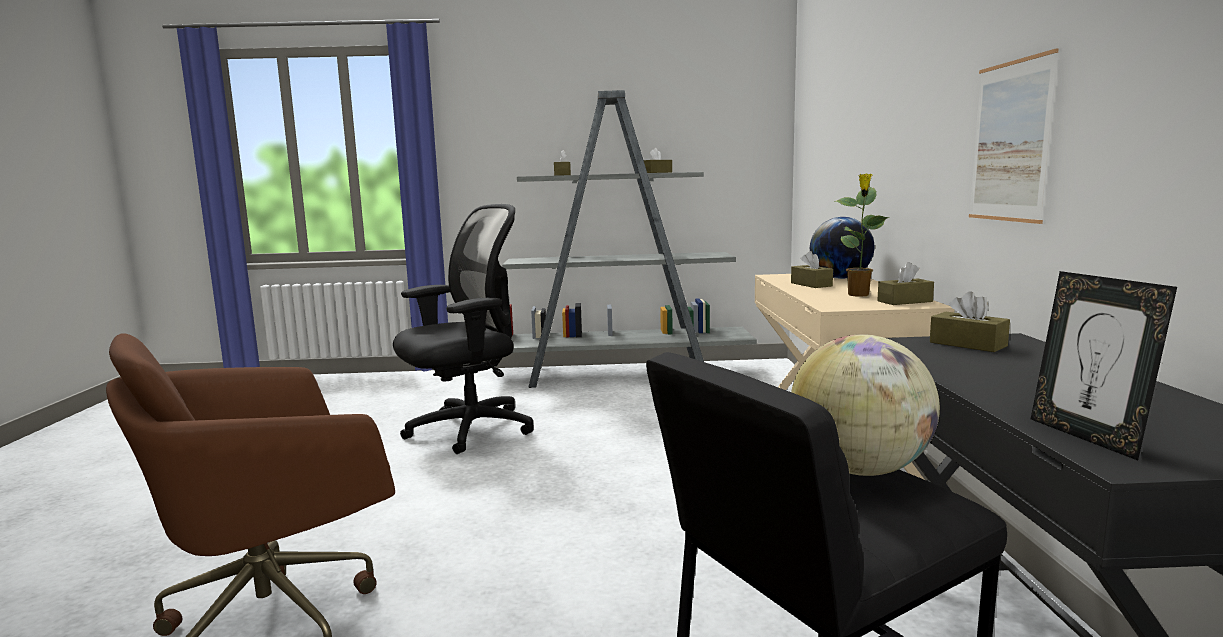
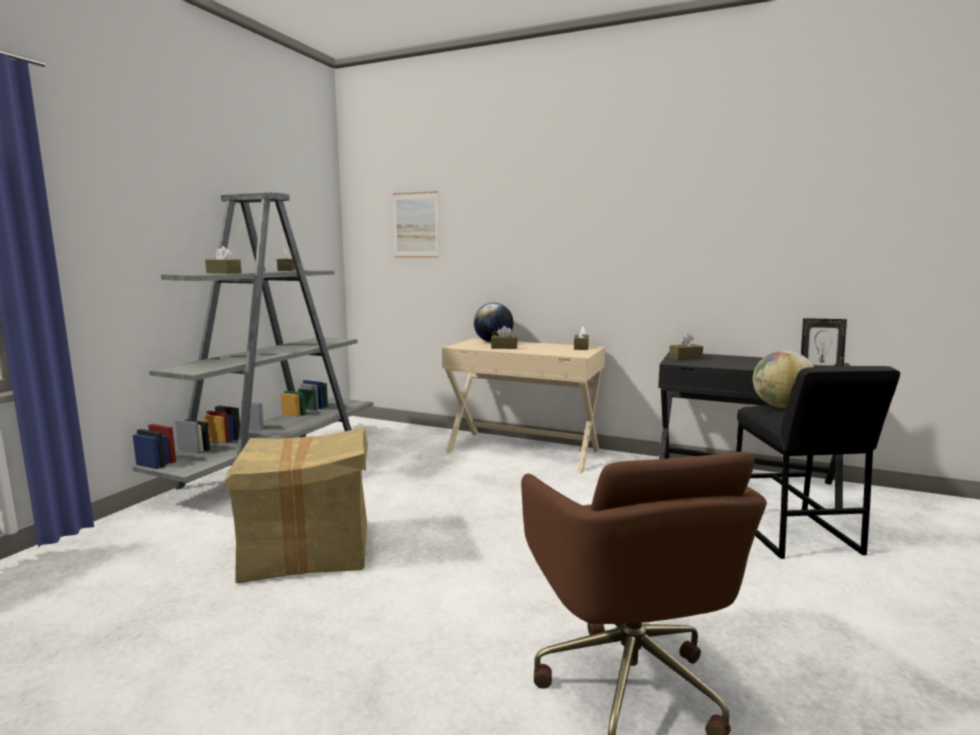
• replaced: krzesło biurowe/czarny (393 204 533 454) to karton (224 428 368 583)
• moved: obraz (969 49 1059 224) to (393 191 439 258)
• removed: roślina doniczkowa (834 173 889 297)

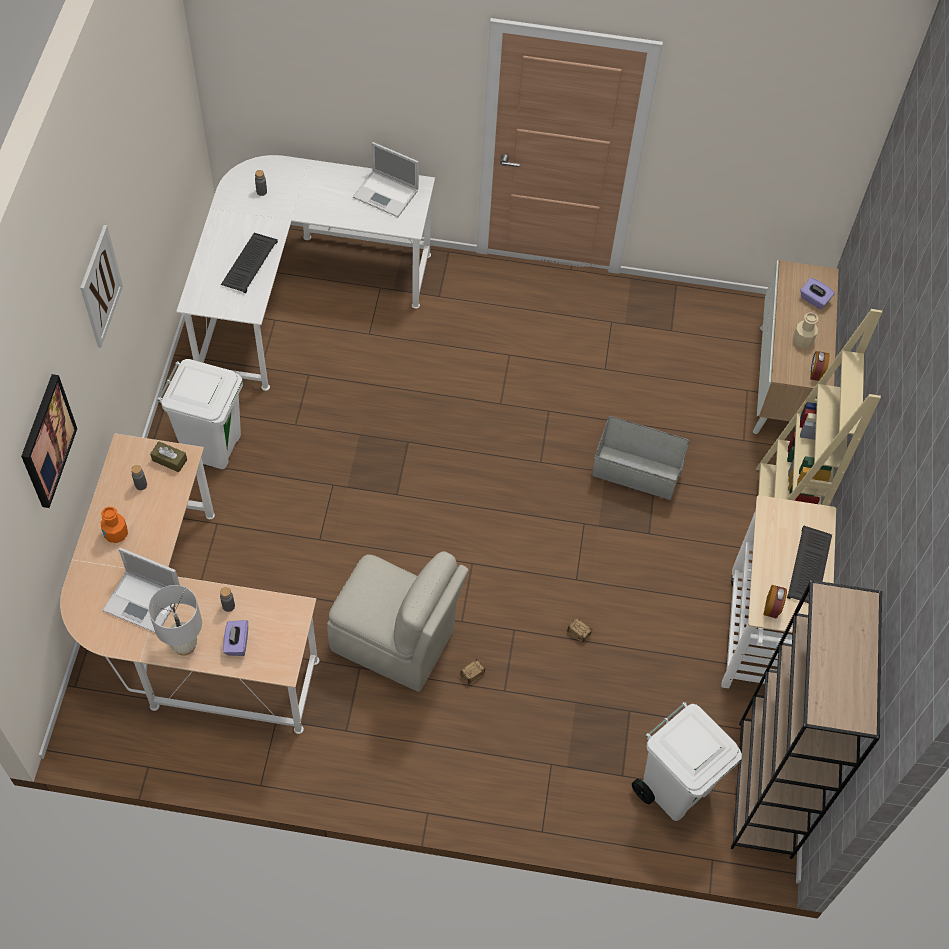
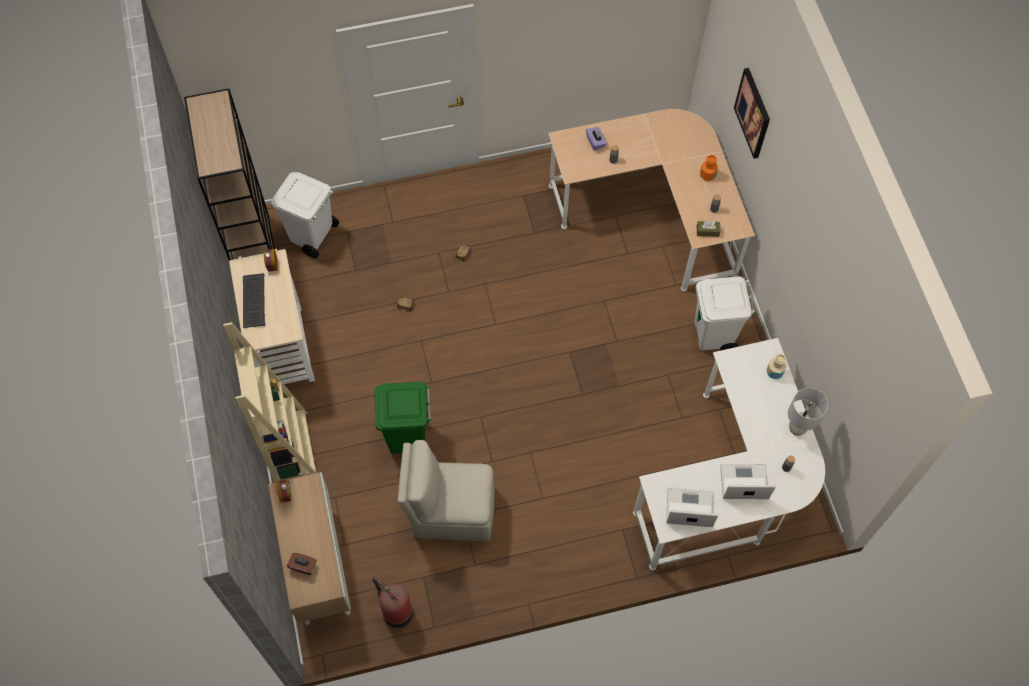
• recoloured: pudełko chusteczek/fioletowy (800 278 835 309) to pudełko chusteczek/brązowy (287 553 317 575)
• added: gaśnica (373 577 413 628)
• replaced: pojemnik do przechowywania/szary (592 416 690 500) to kosz na śmieci/zielony (374 382 431 454)
• moved: krzesło/beżowy (327 551 469 692) to (398 440 494 541)
• moved: laptop (102 548 180 632) to (720 464 776 499)
• moved: butelka/beżowy (793 312 818 348) to (766 354 787 379)
• moved: lampa stołowa/biały (148 585 202 656) to (788 388 828 436)
• removed: obraz (80 225 123 348)
• removed: klawiatura (221 233 278 293)

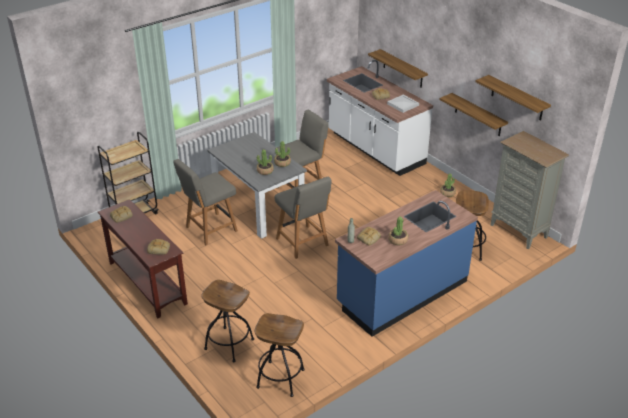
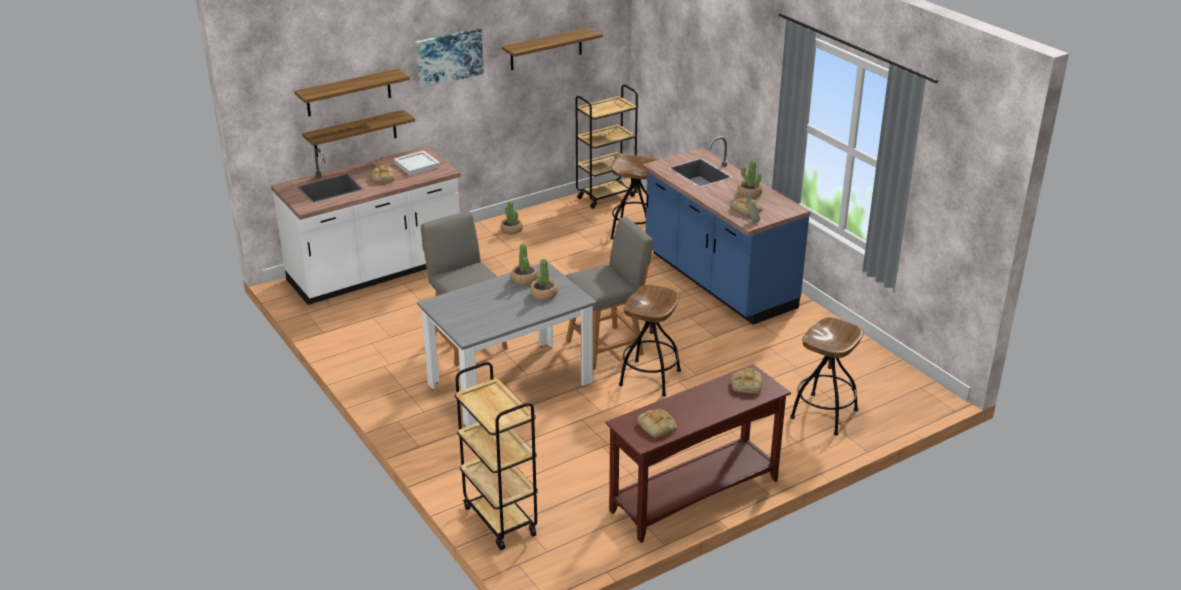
• moved: półka (439 93 508 136) to (294 69 410 116)
• added: obraz (415 28 484 88)
• replaced: komoda/szary (491 131 569 249) to wózek/brązowy (575 84 638 209)
• moved: stołek/brązowy (255 313 305 397) to (619 285 681 396)
• removed: krzesło/szary (173 159 238 245)

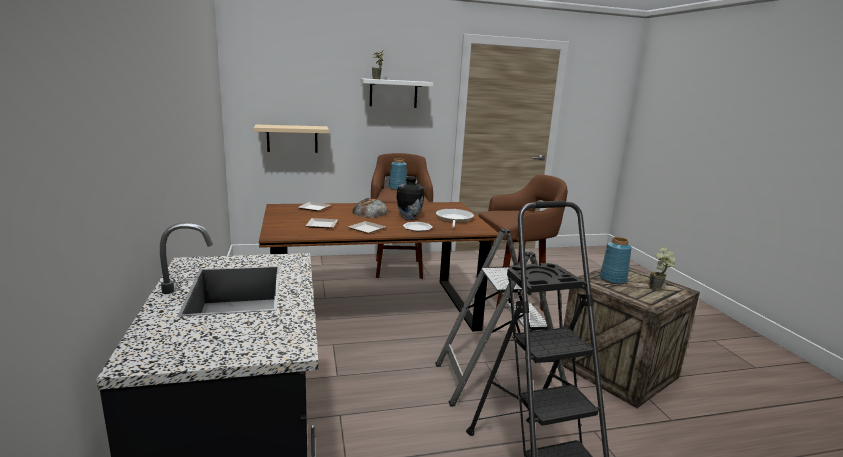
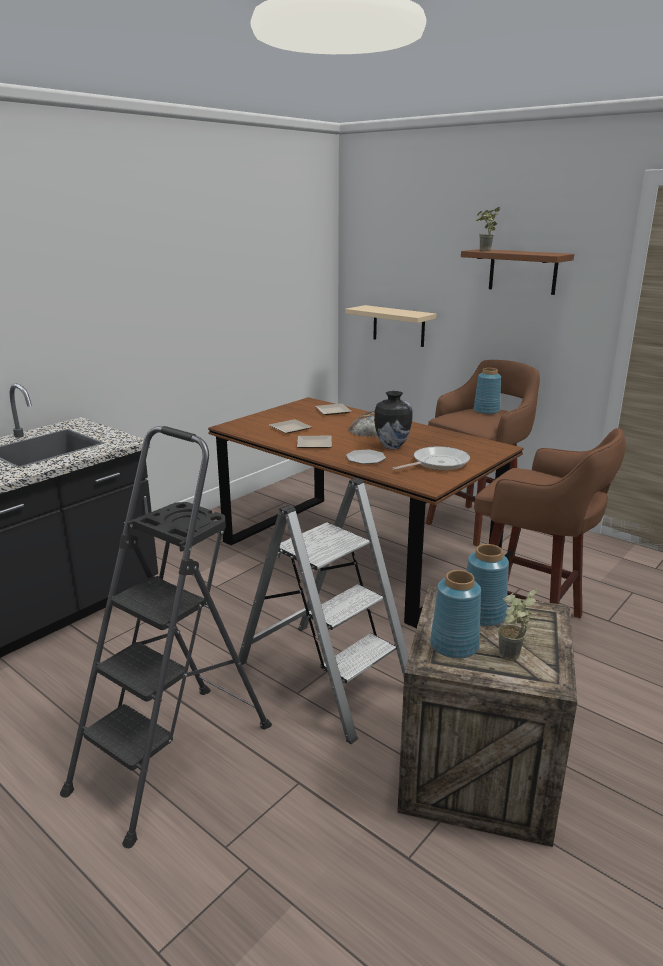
• added: wazon/niebieski (430 570 481 659)
• recoloured: półka/biały (360 78 433 108) to półka/brązowy (461 249 574 295)

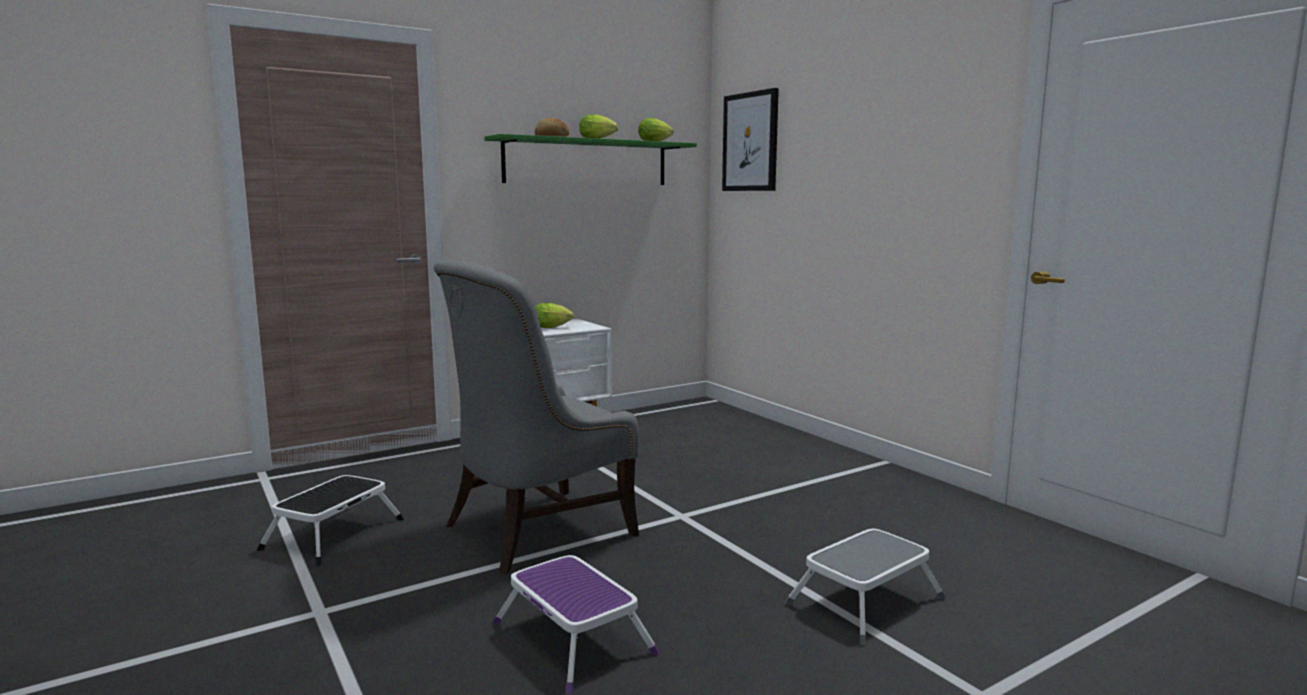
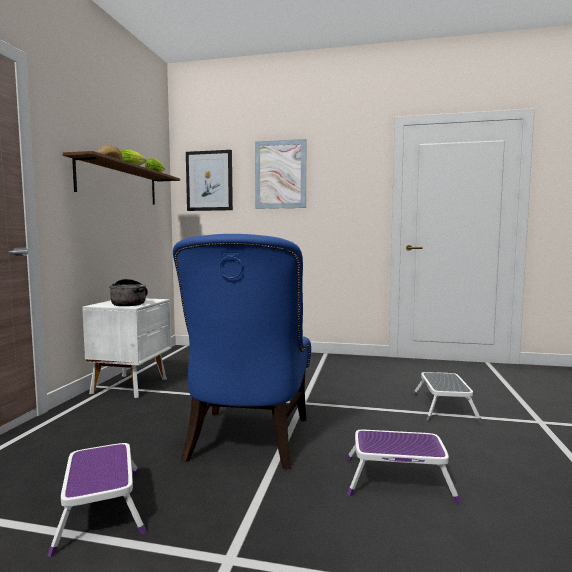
• recoloured: drabinka/czarny (257 475 404 566) to drabinka/fioletowy (47 443 147 557)
• recoloured: półka/zielony (485 134 697 185) to półka/brązowy (63 151 180 205)
• replaced: sałata (535 303 574 328) to garnek (109 279 148 306)
• recoloured: krzesło/szary (434 260 639 575) to krzesło/niebieski (173 234 311 470)
• added: obraz (255 139 306 209)

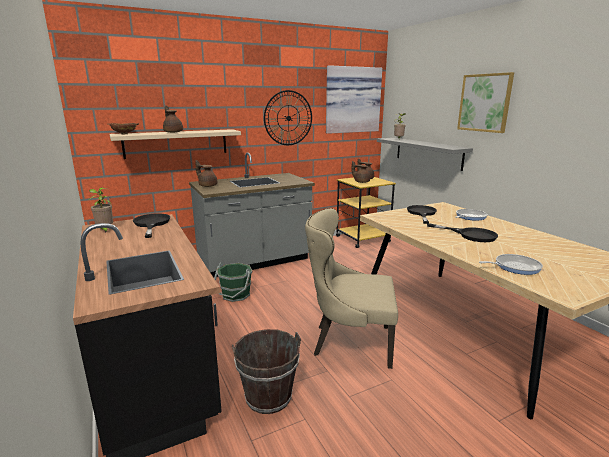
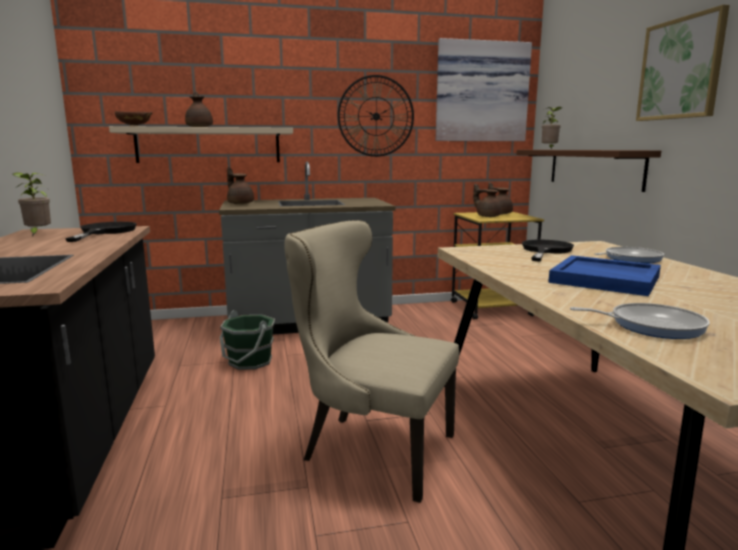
• recoloured: półka/szary (377 138 473 171) to półka/brązowy (517 150 661 192)
• replaced: patelnia/czarny (427 223 498 242) to taca/niebieski (548 255 661 296)
• removed: wiadro/brązowy (232 329 301 414)

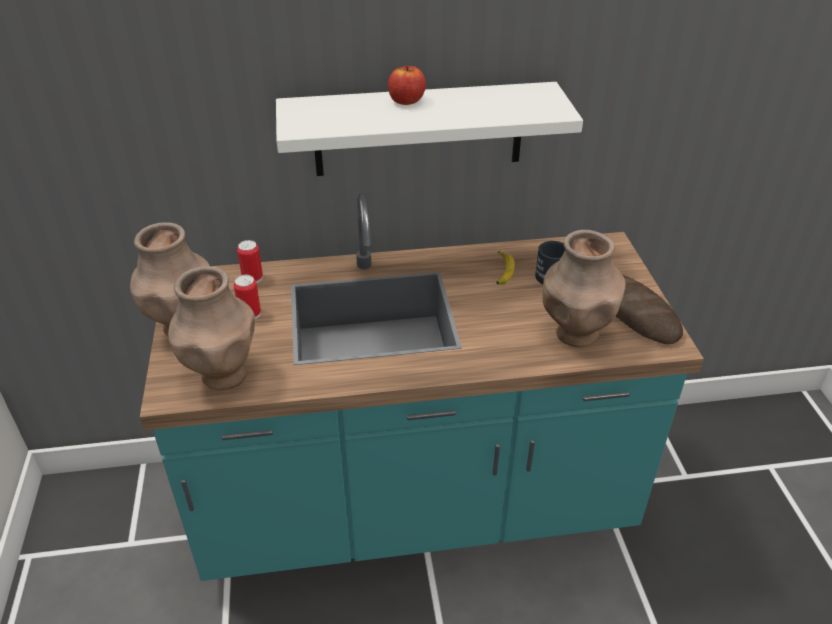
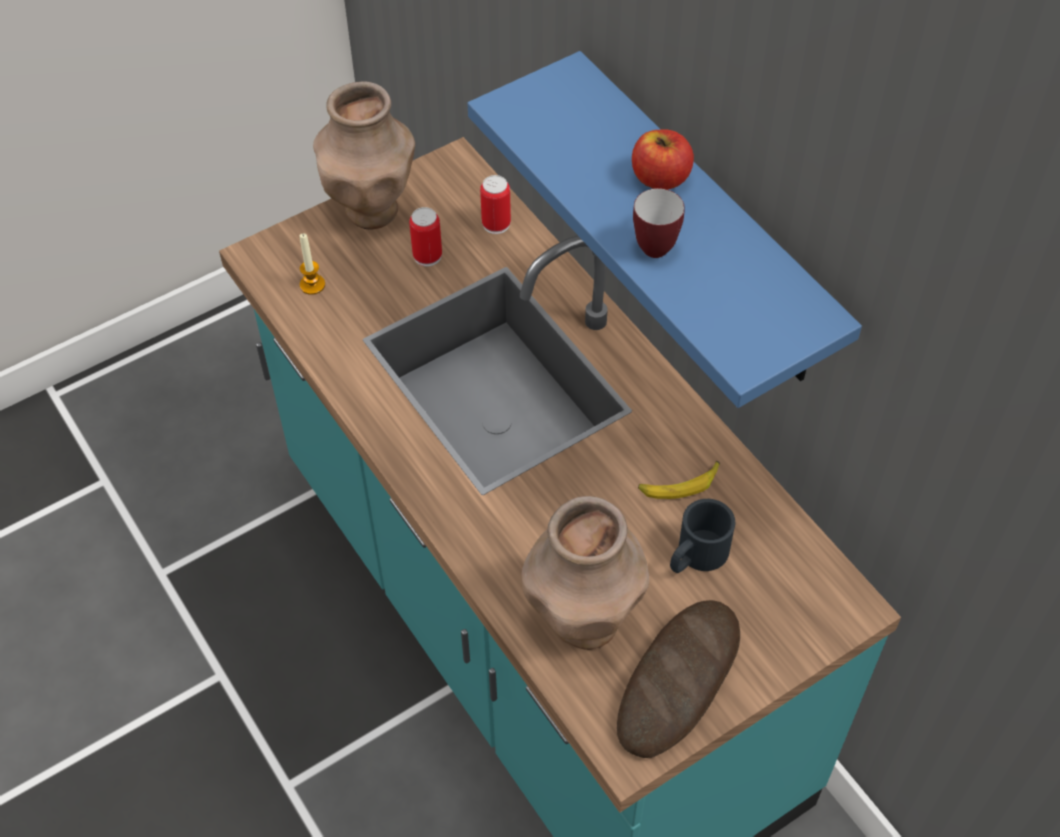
• replaced: wazon/brązowy (168 266 255 390) to świeca (300 233 325 295)
• recoloured: półka/biały (276 82 583 176) to półka/niebieski (467 51 862 408)
• added: kubek (633 188 685 258)

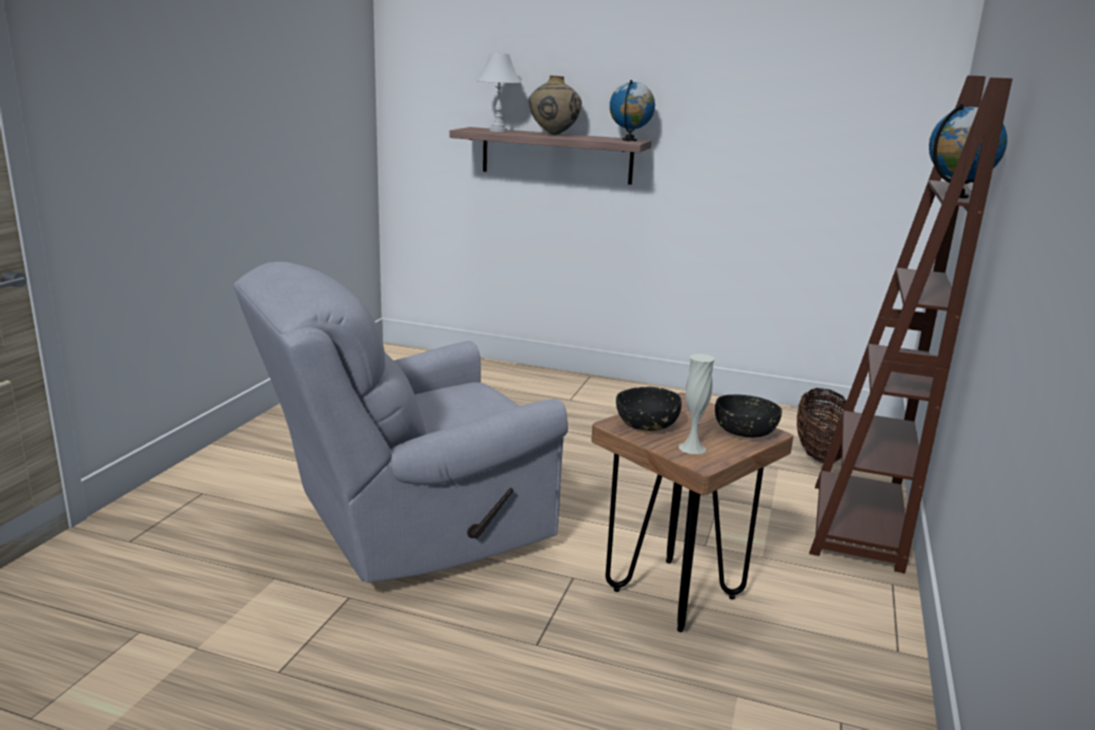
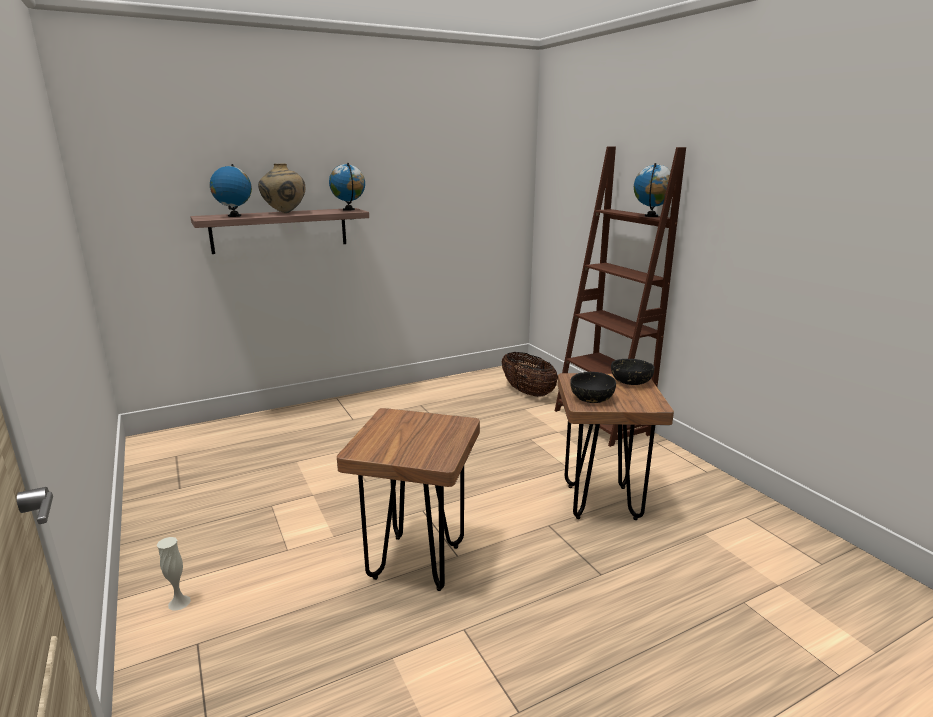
• moved: wazon/biały (679 354 715 454) to (157 537 191 611)
• replaced: lampa stołowa/biały (477 53 522 132) to globus (210 164 252 217)
• replaced: fotel/szary (234 262 568 583) to stołek/brązowy (337 408 480 591)

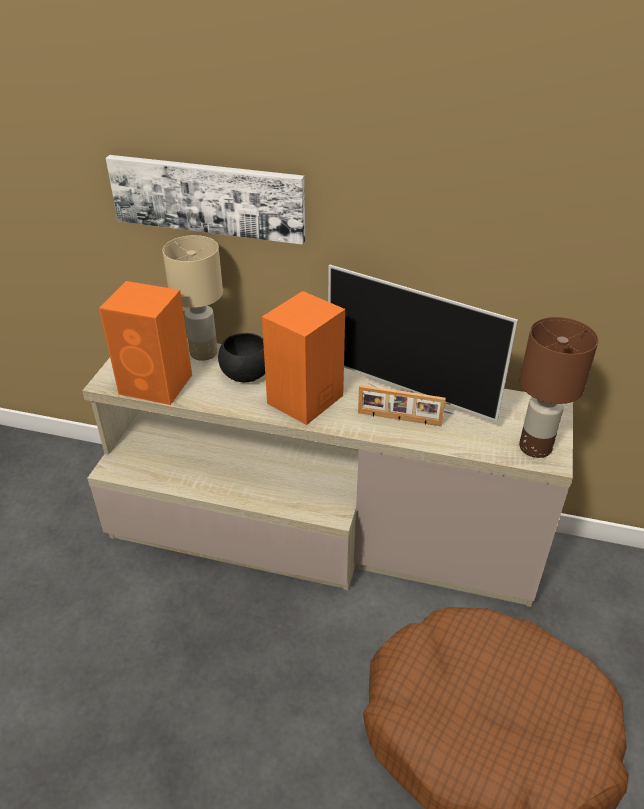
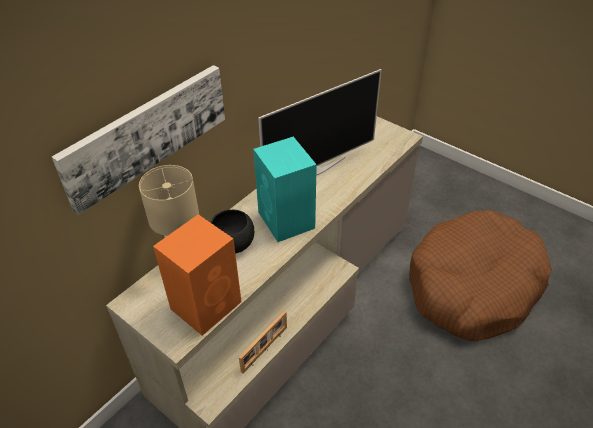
• moved: ramka na zdjęcie (358 385 446 426) to (239 311 287 373)
• recoloured: głośnik/pomarańczowy (262 291 345 425) to głośnik/turkusowy (253 137 317 242)
• removed: lampa stołowa/brązowy (519 317 598 458)

